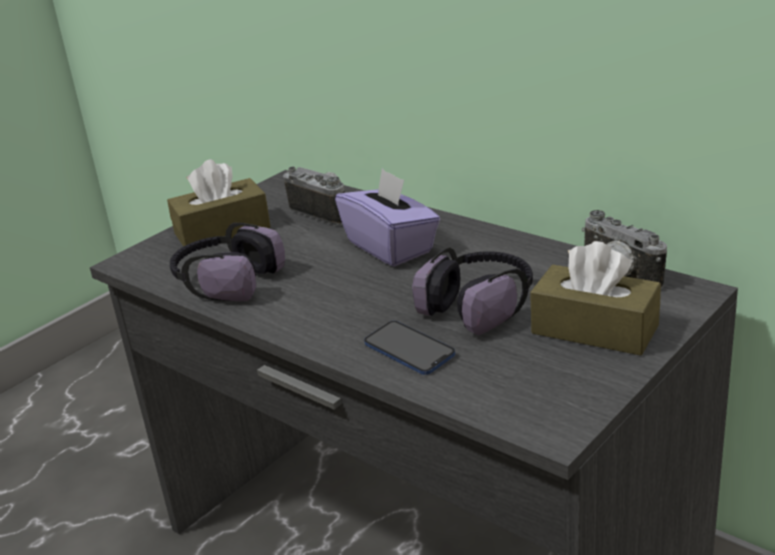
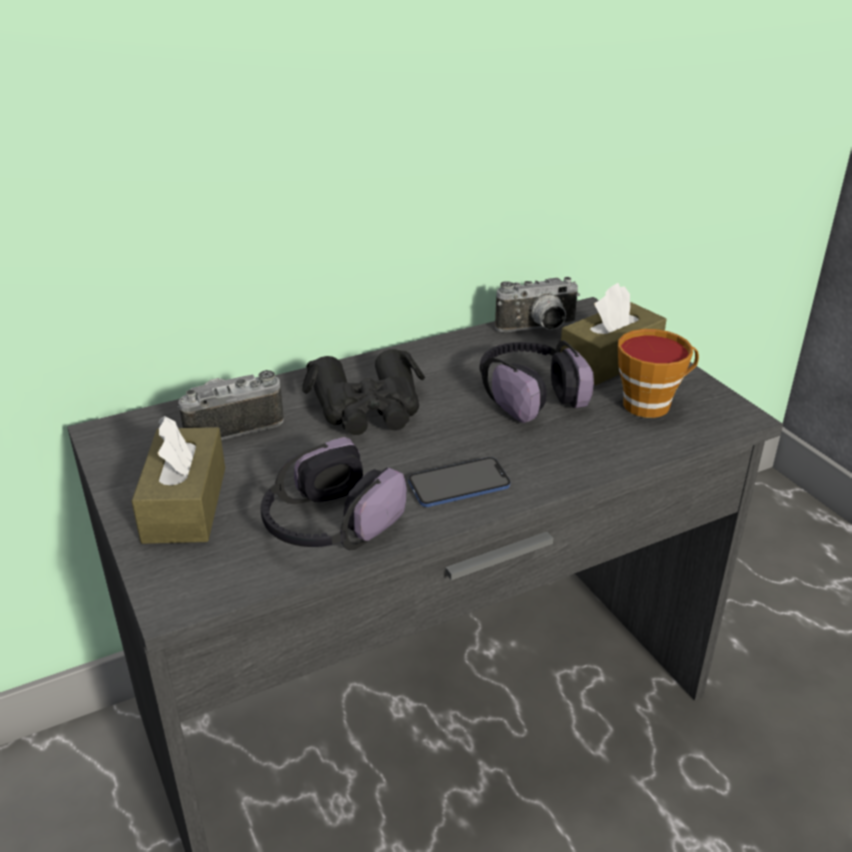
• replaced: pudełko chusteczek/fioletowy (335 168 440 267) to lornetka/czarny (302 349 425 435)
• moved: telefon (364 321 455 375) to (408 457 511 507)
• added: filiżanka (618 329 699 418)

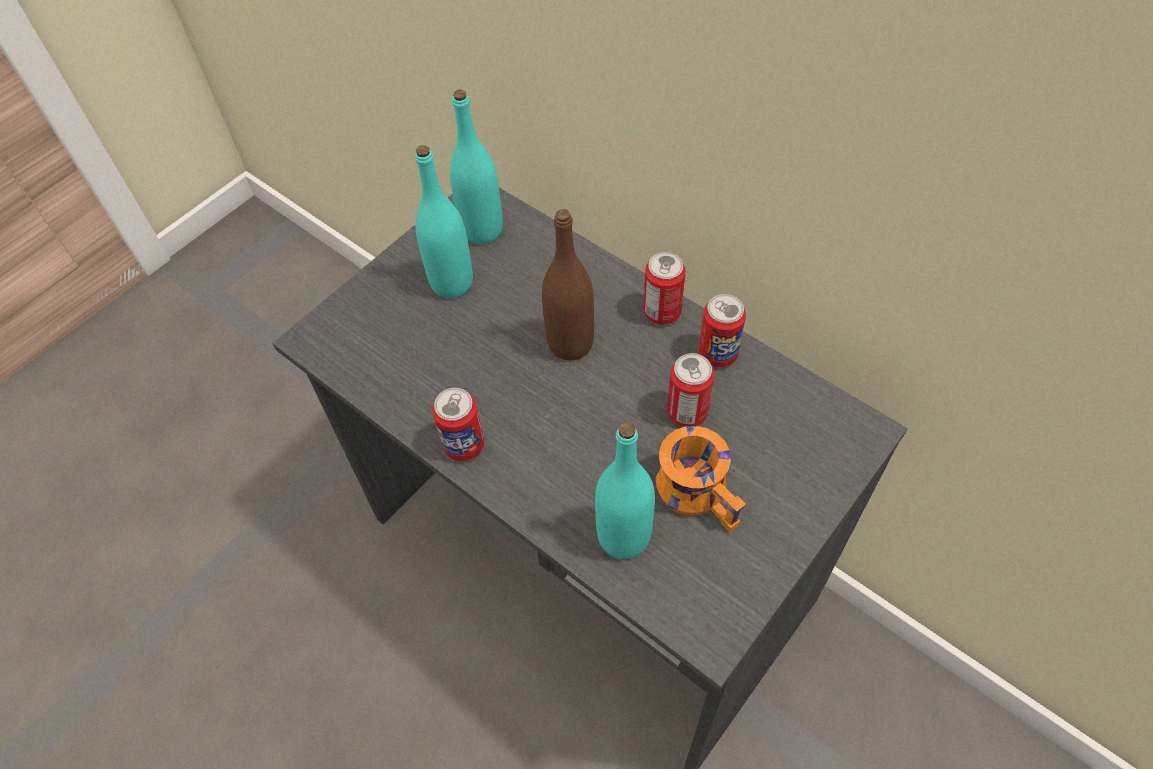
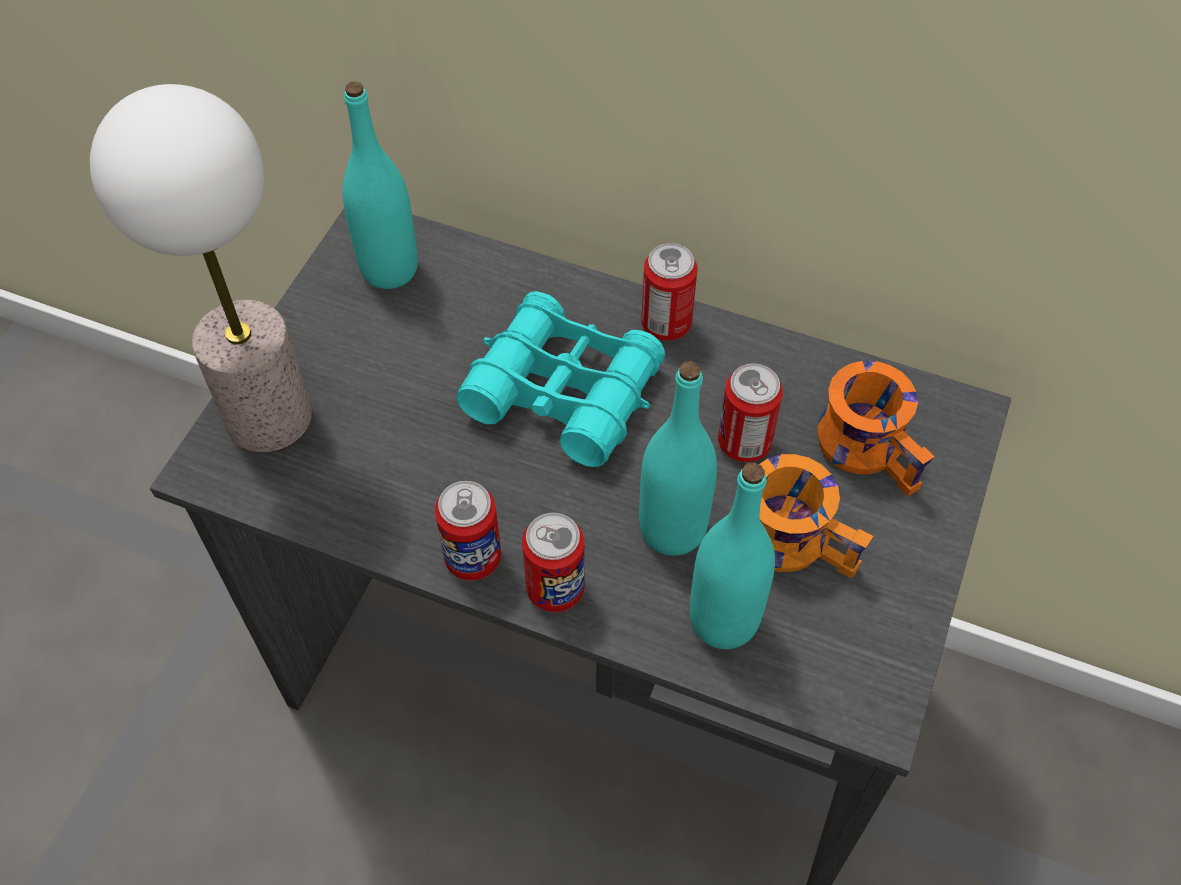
• added: lampa stołowa (90 84 312 453)
• replaced: butelka/brązowy (542 209 594 360) to lornetka/turkusowy (457 291 665 467)
• moved: puszka (699 294 746 367) to (522 513 585 612)
• moved: butelka/turkusowy (415 145 473 298) to (639 361 717 556)
• added: kubek/pomarańczowy (817 361 935 496)

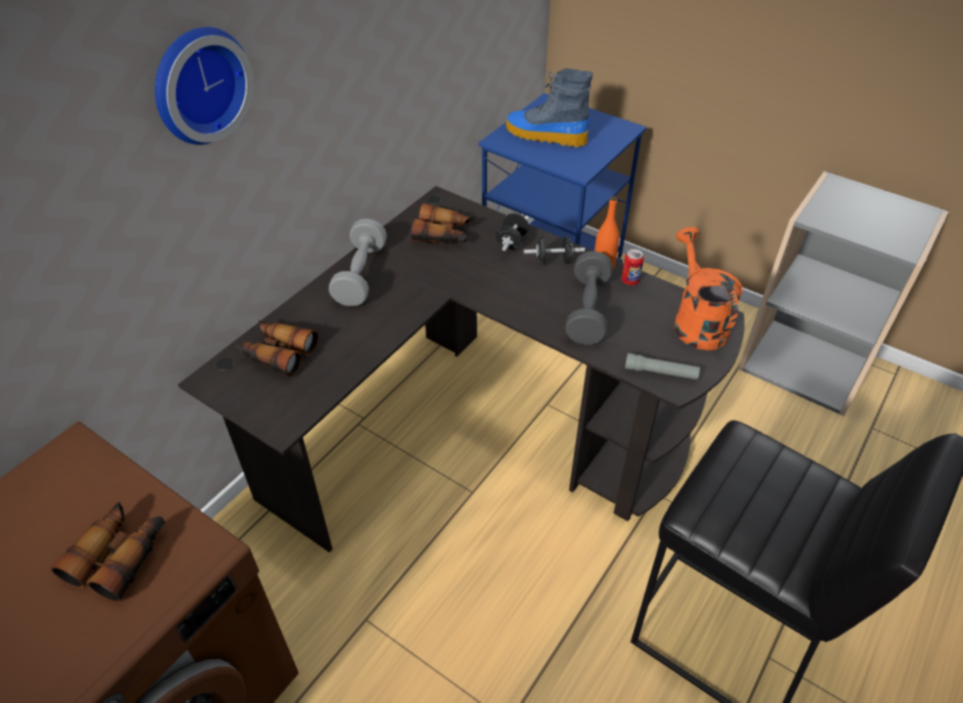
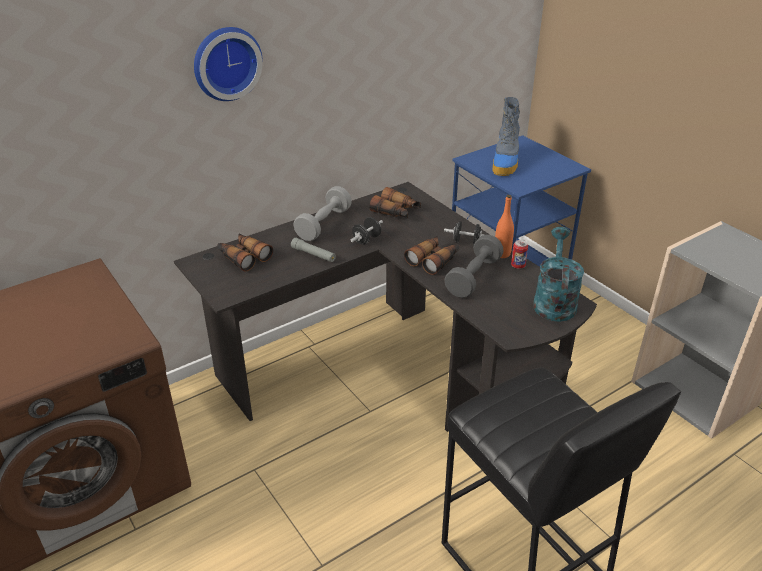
• moved: latarka/szary (625 353 700 380) to (291 238 336 262)
• moved: hantel/czarny (496 213 529 251) to (351 217 383 245)
• moved: lornetka (51 502 165 602) to (404 236 459 275)
• turned: but z cholewką (506 69 593 147) = (492 97 520 176) 120 degrees counterclockwise
• recoloured: konewka/pomarańczowy (675 227 742 350) to konewka/turkusowy (533 227 584 322)

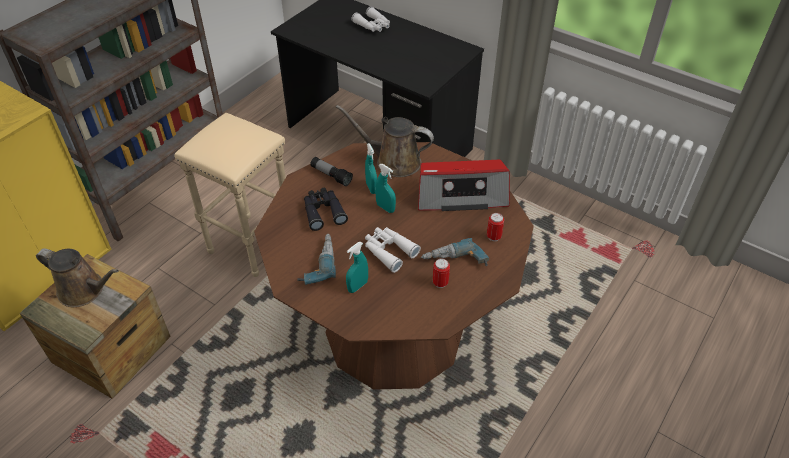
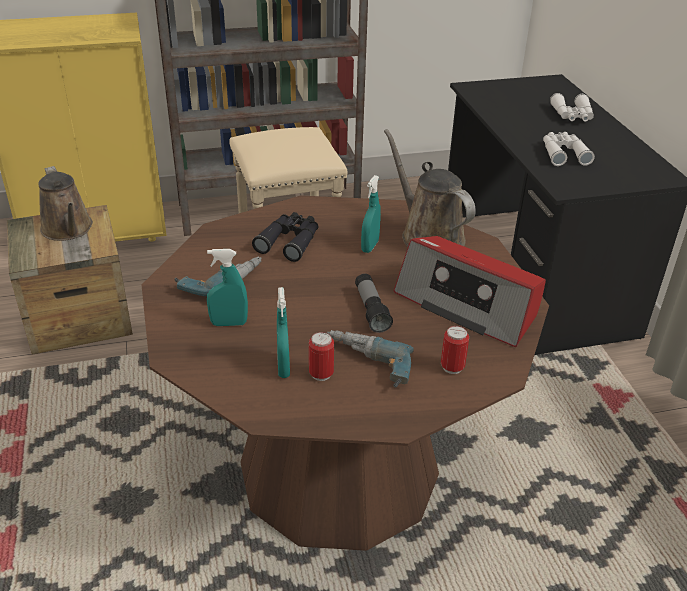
• moved: spryskiwacz/turkusowy (376 164 396 213) to (277 287 290 378)
• moved: latarka (310 157 353 186) to (355 274 393 333)
• moved: lornetka/biały (365 227 421 273) to (543 132 595 166)

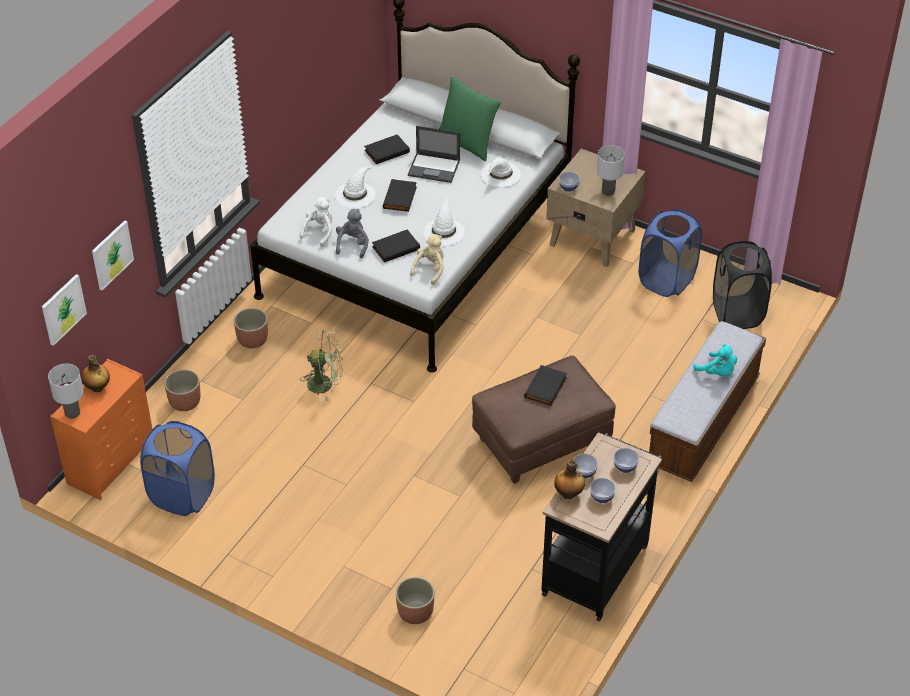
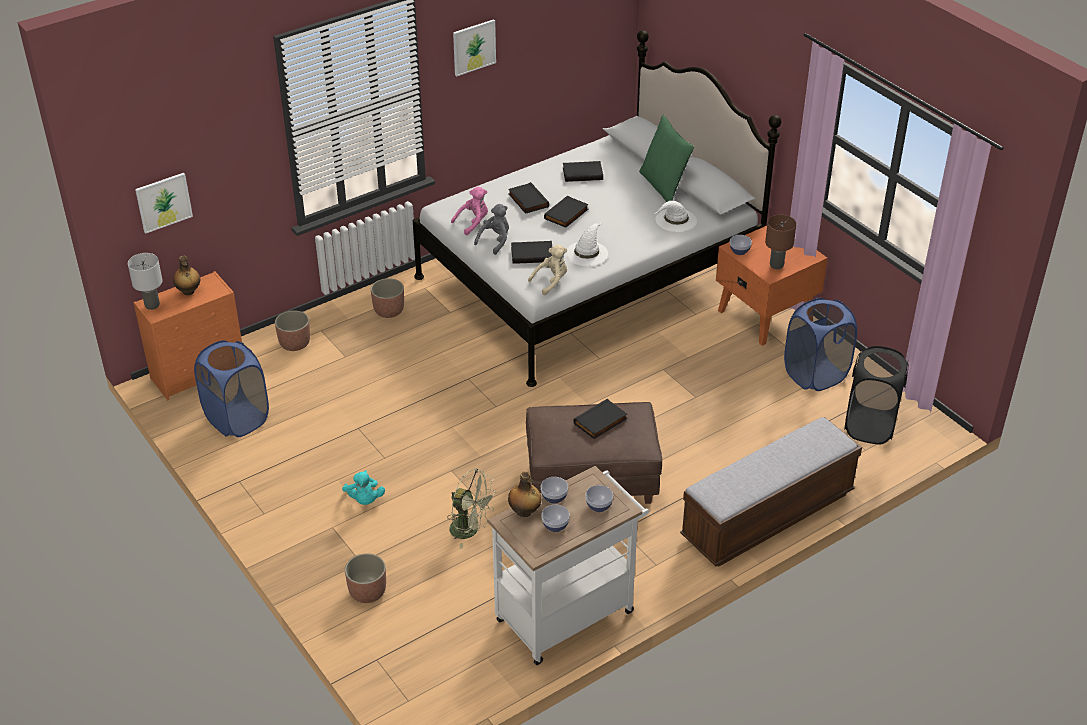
• moved: pluszak/turkusowy (693 344 737 376) to (342 470 385 505)
• moved: wentylator/zielony (300 329 343 401) to (447 469 497 549)
• recoloured: pluszak/biały (300 197 332 247) to pluszak/różowy (451 187 488 235)
• moved: obraz (92 220 134 290) to (453 19 496 76)
• recoloured: wózek/czarny (541 432 662 621) to wózek/biały (488 466 649 665)
• replaced: kapelusz/biały (335 166 376 208) to książka/czarny (508 182 549 214)
• recoloured: szafka nocna/beżowy (546 149 646 267) to szafka nocna/pomarańczowy (716 226 828 346)
• recoloured: lampa stołowa/biały (597 145 625 196) to lampa stołowa/brązowy (765 215 796 269)
• removed: laptop (408 126 460 183)

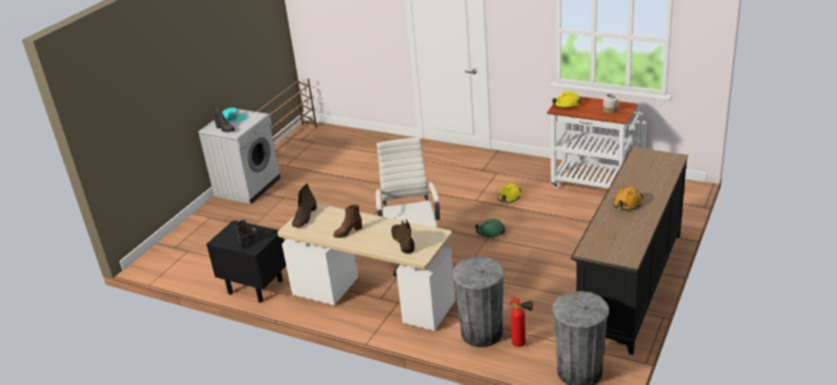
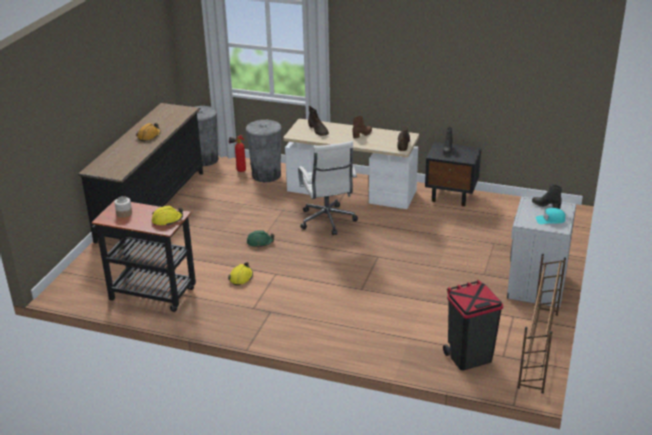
• recoloured: wózek/biały (547 94 642 189) to wózek/czarny (91 200 196 312)
• added: kosz na śmieci/czarny (443 280 503 371)

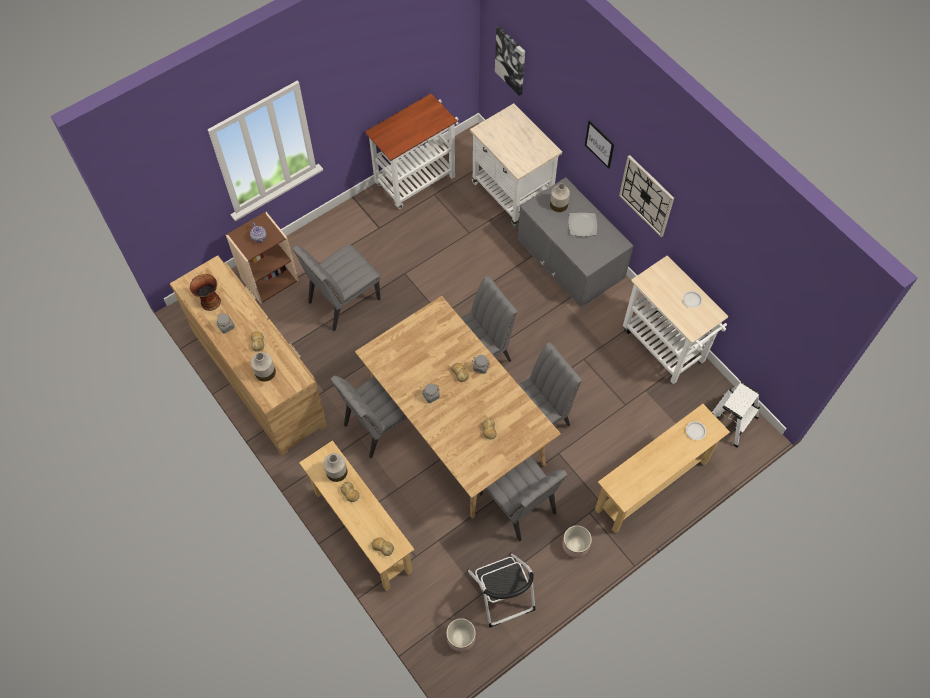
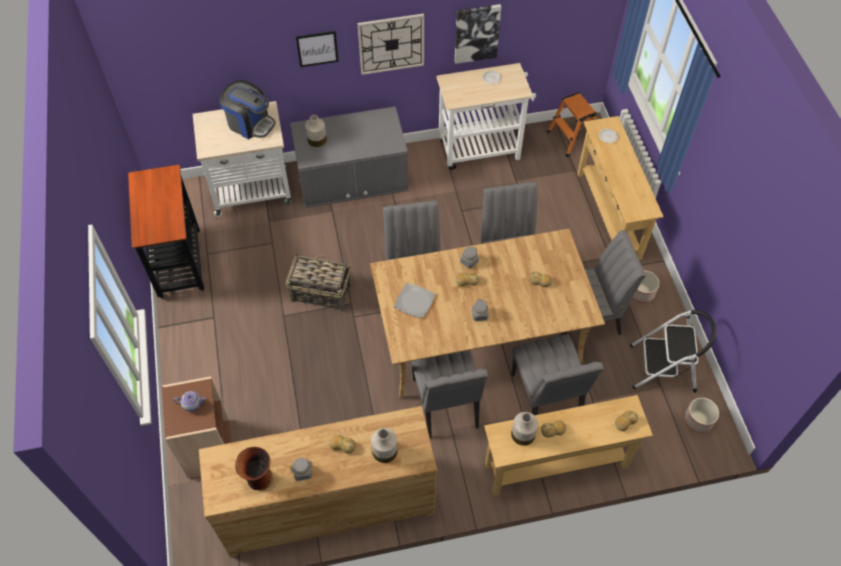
• recoloured: wózek/biały (365 94 459 209) to wózek/czarny (128 165 204 298)
• added: ekspres do kawy (219 80 276 139)
• added: koszyk (286 253 352 311)
• moved: talerz (569 213 597 237) to (394 283 435 318)
• moved: obraz (495 26 525 96) to (455 4 501 64)
• moved: krzesło/szary (292 244 381 331) to (511 334 604 415)
• recoloured: drabinka/biały (712 381 760 448) to drabinka/pomarańczowy (547 92 597 157)

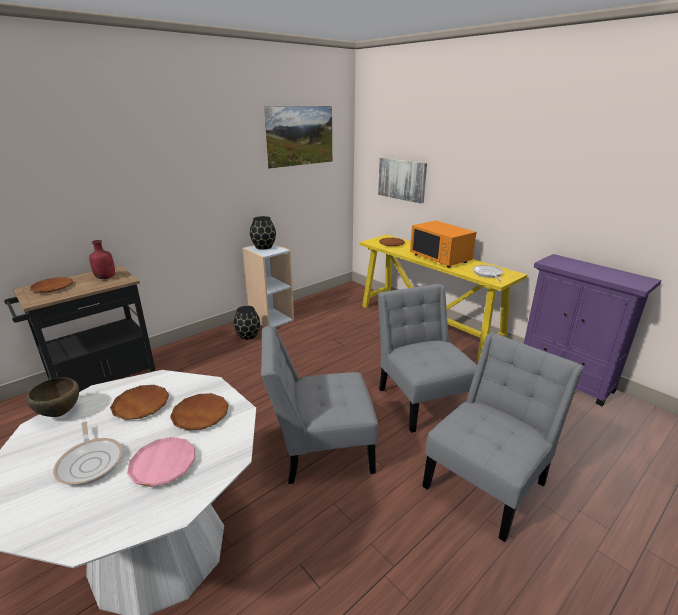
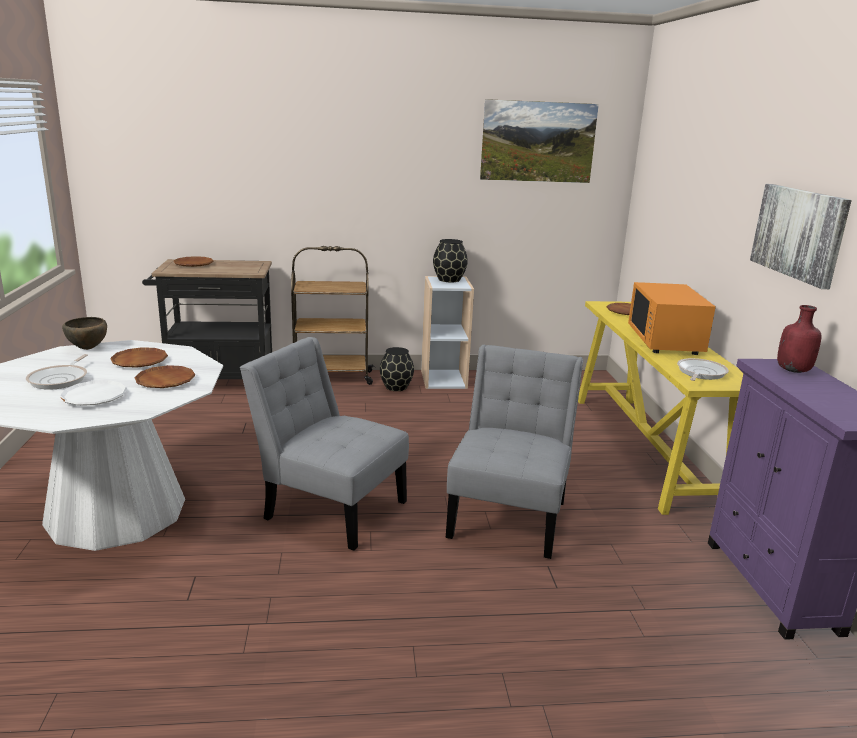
• recoloured: talerz/różowy (127 437 195 487) to talerz/biały (60 380 127 406)
• added: wózek/brązowy (291 246 375 385)
• moved: obraz (378 158 427 204) to (750 184 852 289)
• moved: butelka/czerwony (89 240 115 279) to (777 305 822 373)
• removed: krzesło/szary (422 333 584 542)

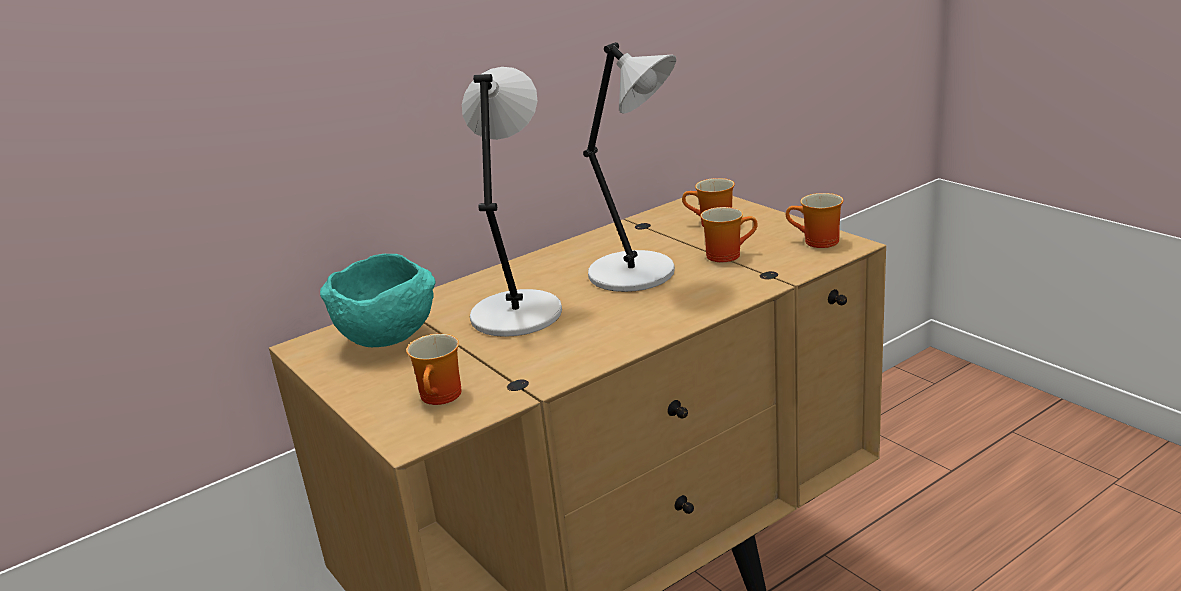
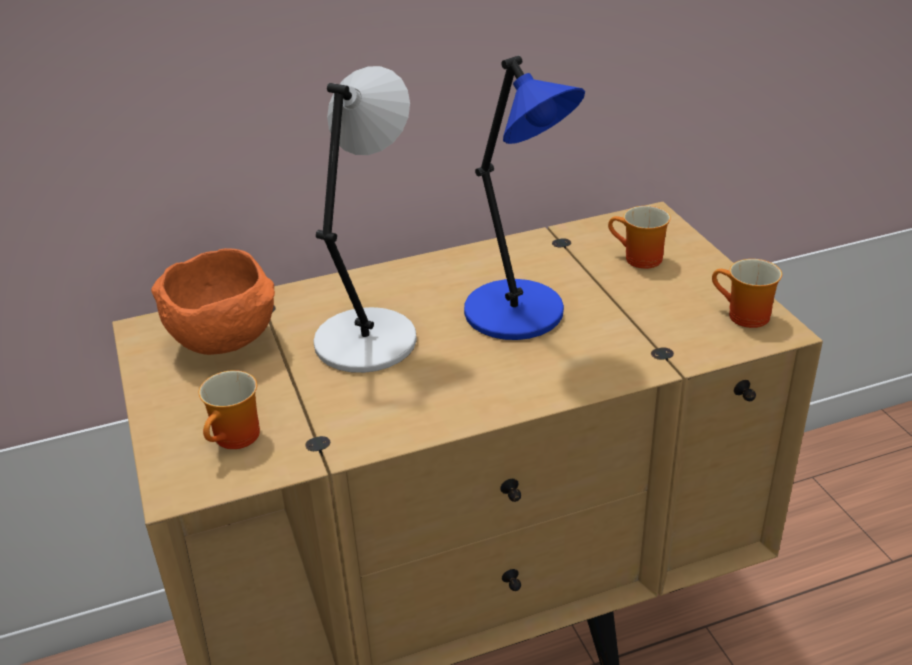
• recoloured: miska/turkusowy (320 254 435 347) to miska/pomarańczowy (151 248 275 355)
• recoloured: lampa stołowa/szary (583 42 676 292) to lampa stołowa/niebieski (464 56 585 340)
• removed: kubek (700 207 758 262)

